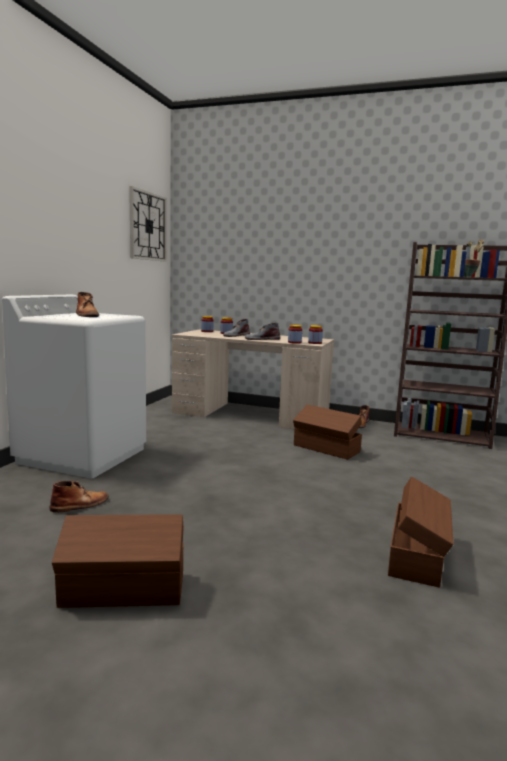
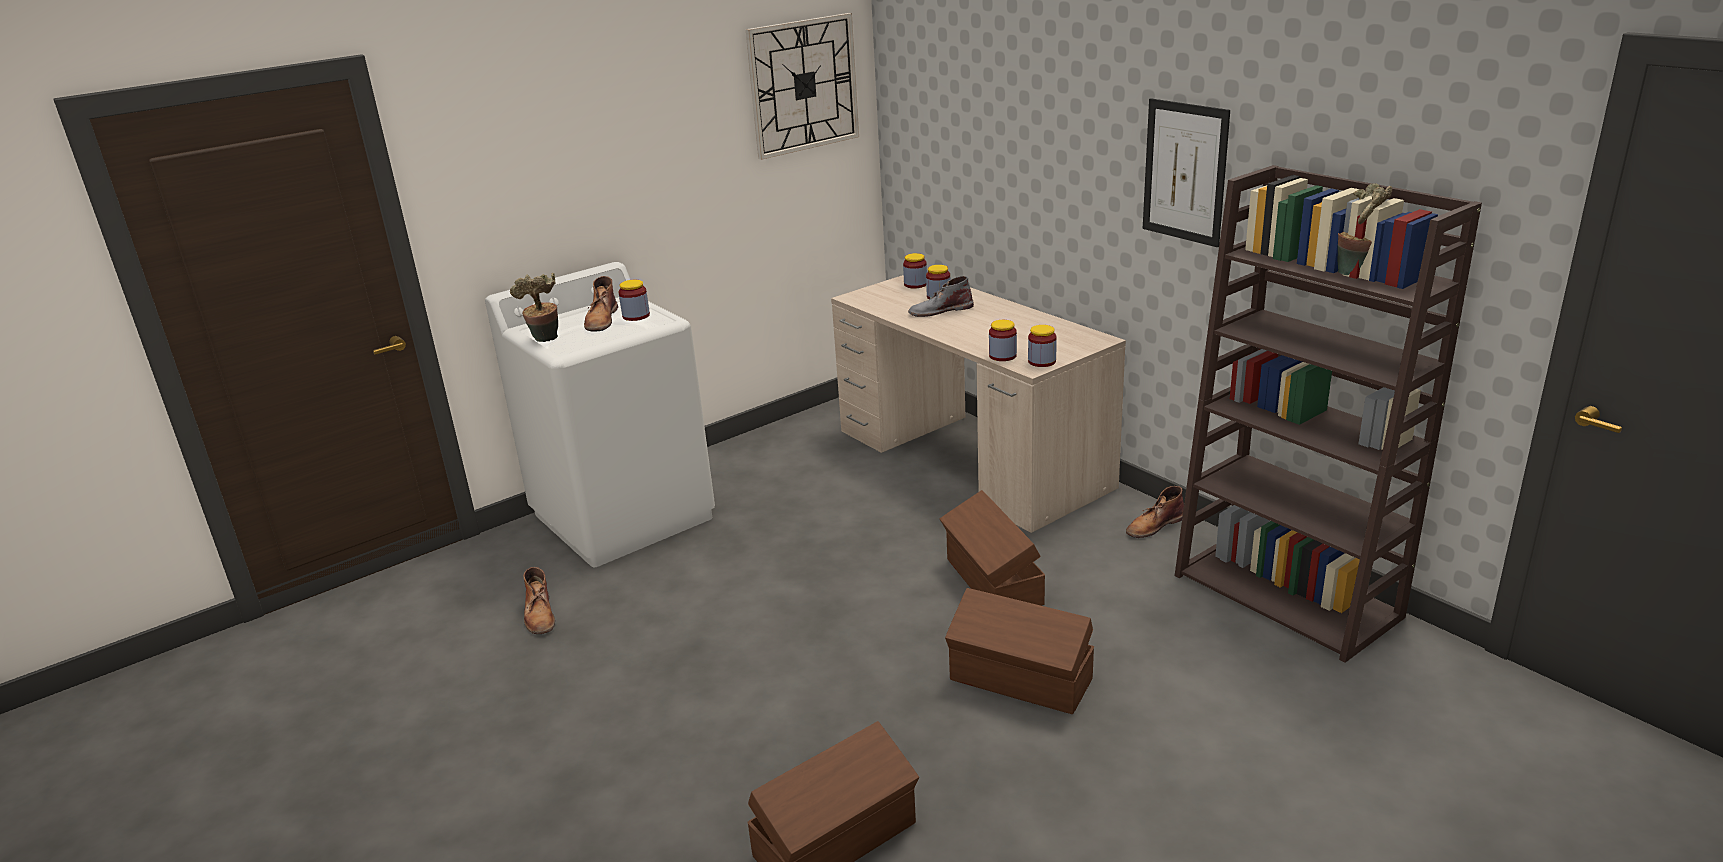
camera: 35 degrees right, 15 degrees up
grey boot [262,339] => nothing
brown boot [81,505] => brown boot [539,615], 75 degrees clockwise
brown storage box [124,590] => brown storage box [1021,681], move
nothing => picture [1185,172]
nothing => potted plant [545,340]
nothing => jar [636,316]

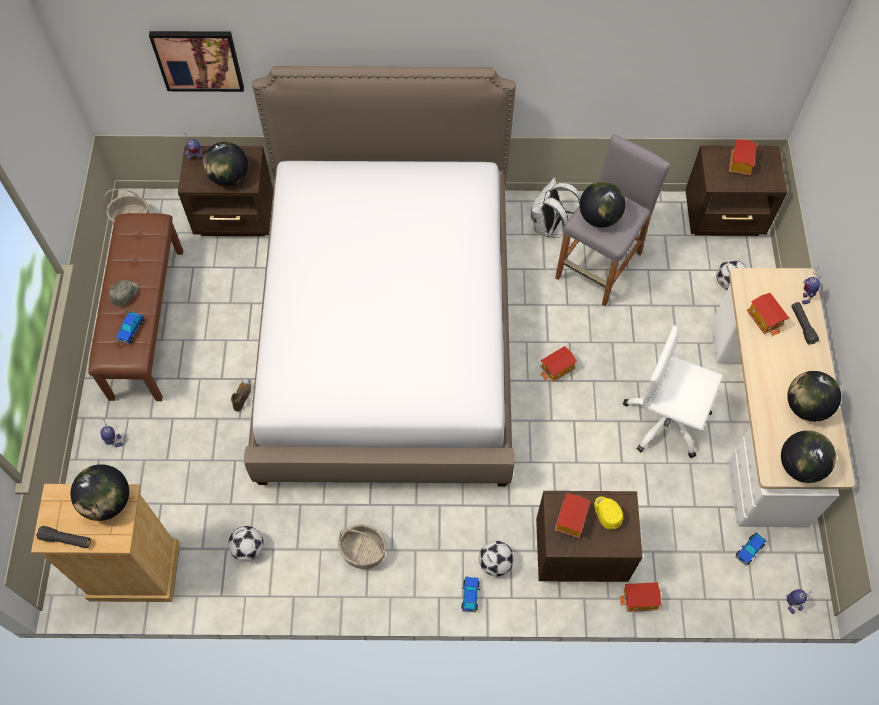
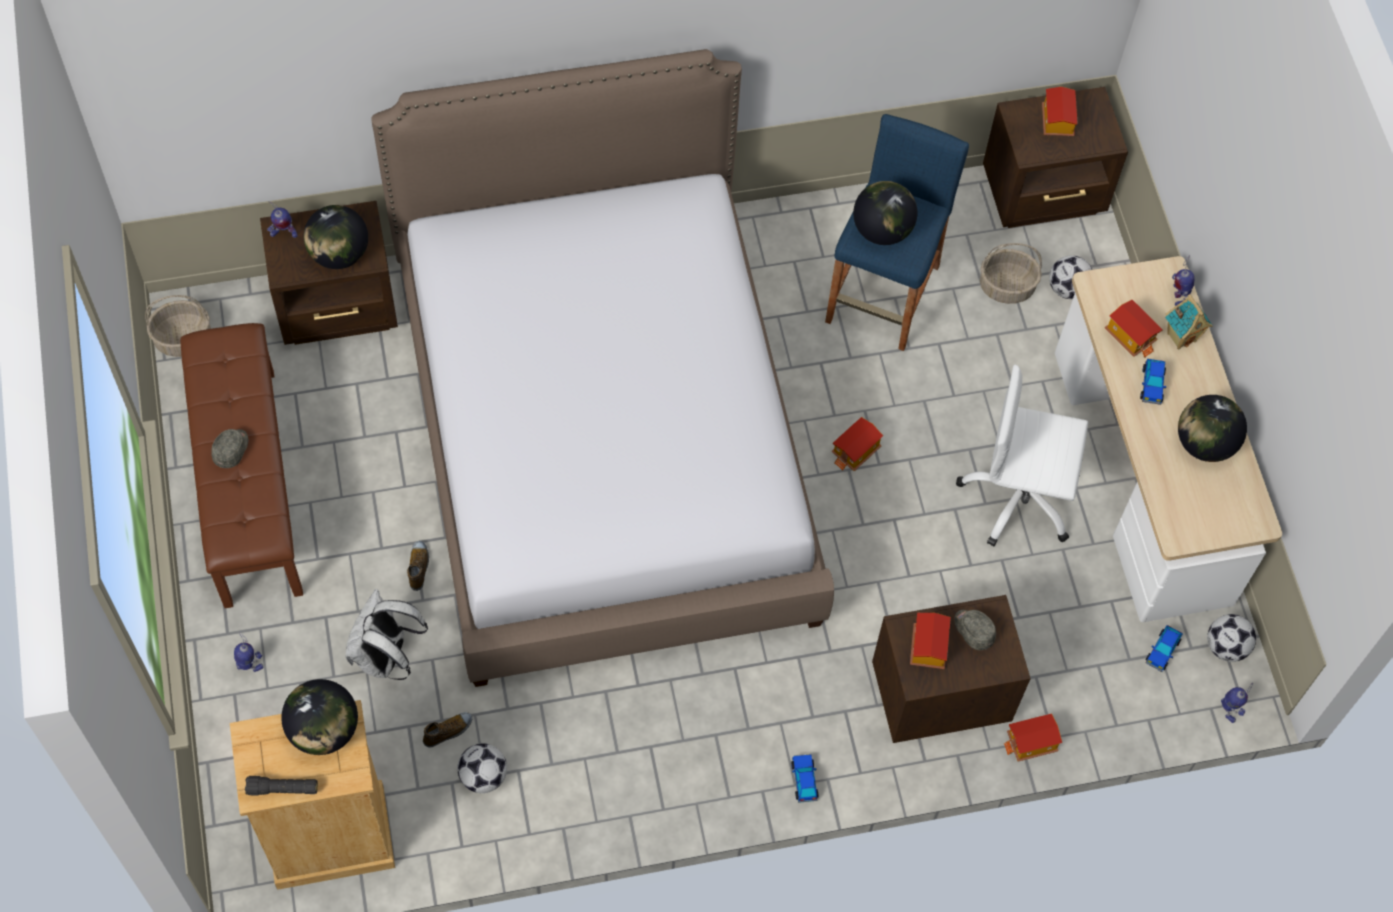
camera: 15 degrees left, 0 degrees up
picture [198,60] => nothing
grey stool [599,266] => blue stool [883,294]
white backpack [548,227] => white backpack [386,657], move
black flashlight [802,325] => toy house [1181,336]
toy car [131,330] => toy car [1152,385], move
globe [800,466] => nothing
yellow cap [607,513] => grey cap [973,630]
basket [363,551] => basket [1006,287], move
football [495,563] => football [1226,647], move
nothing => shoe [448,731]

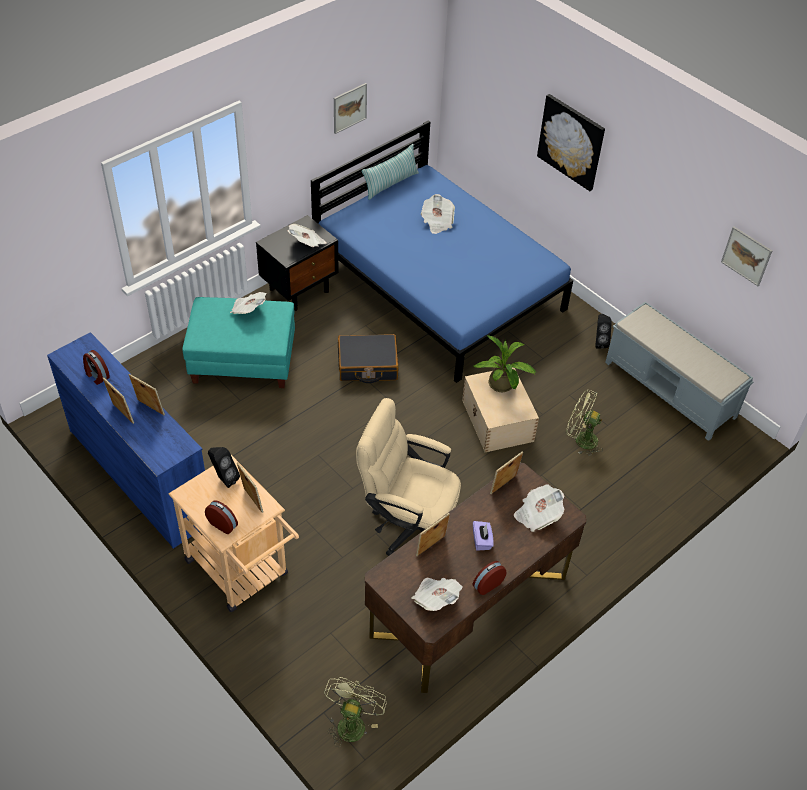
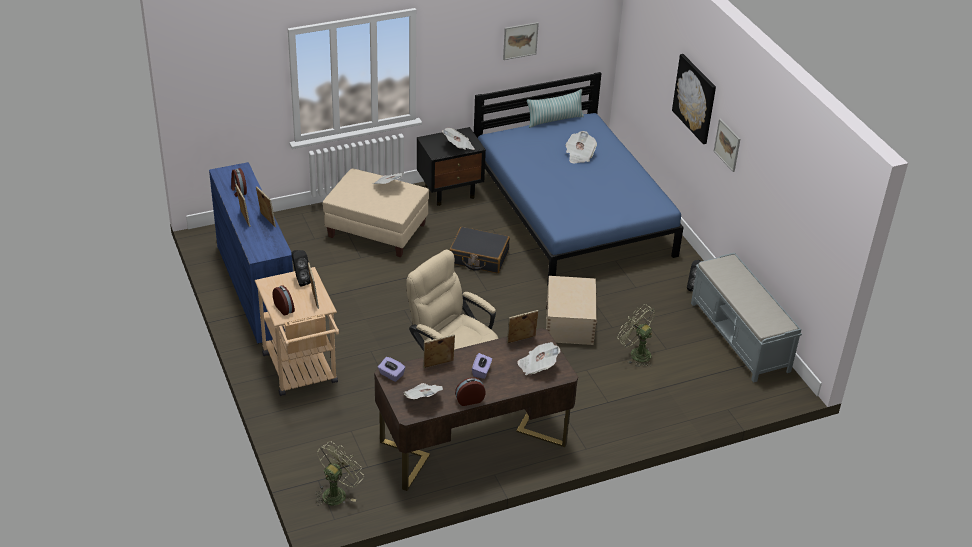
camera: 20 degrees right, 10 degrees down
picture [746,256] => picture [727,145], move
turquoise ottoman [243,361] => beige ottoman [377,231]
potted plant [503,386] => nothing
nothing => purple tissue box [391,375]

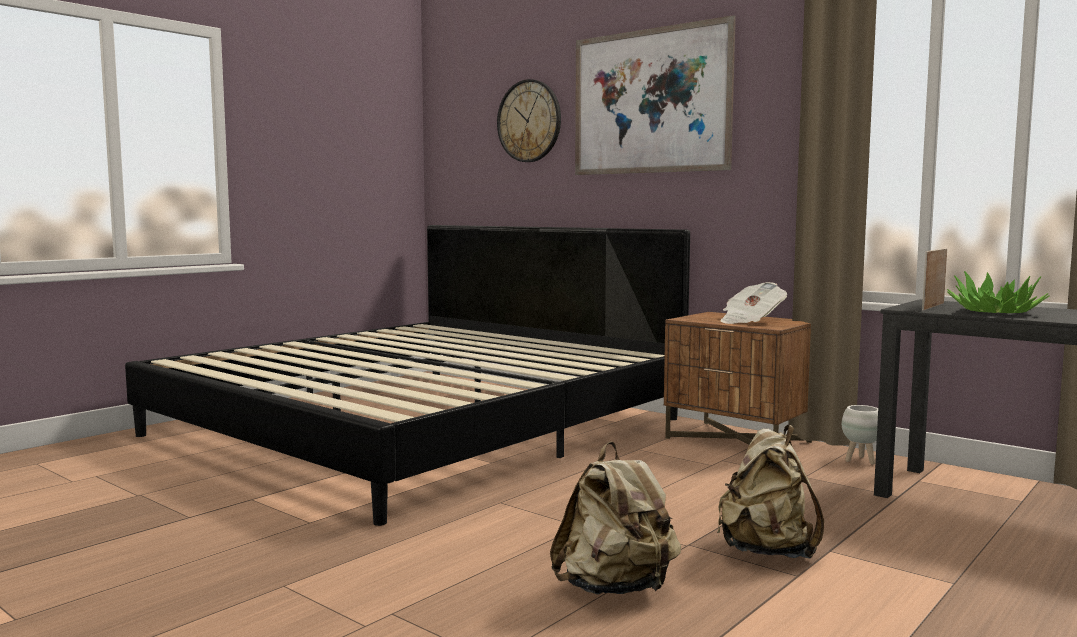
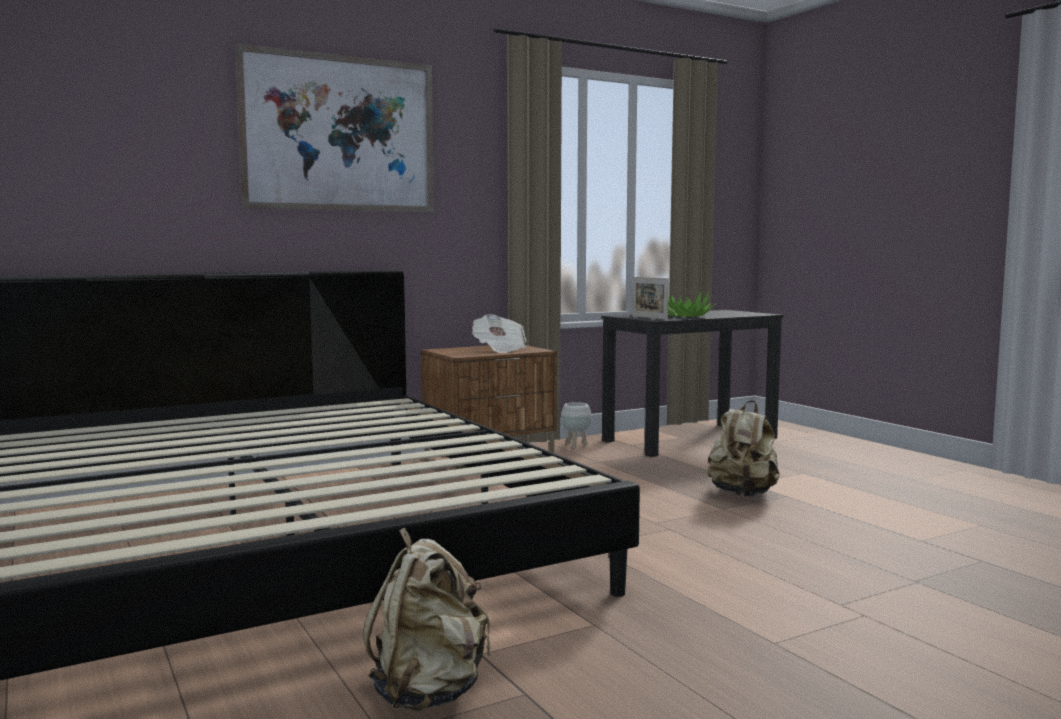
camera: 70 degrees left, 0 degrees up
wall clock [529,121] => nothing
beige backpack [615,588] => beige backpack [429,692], move

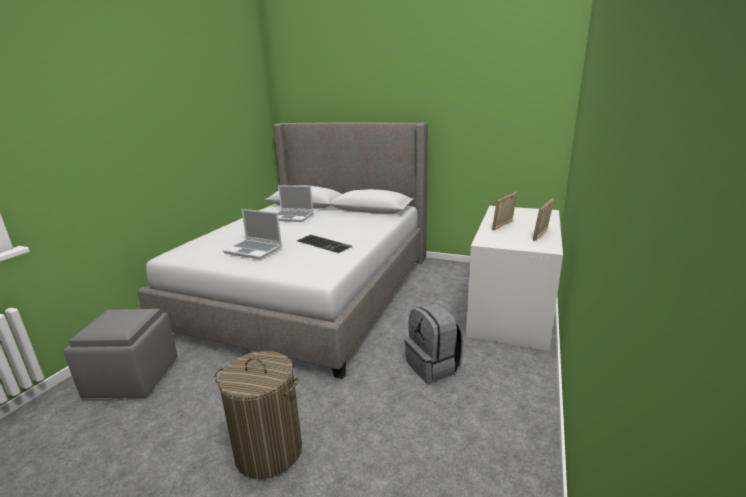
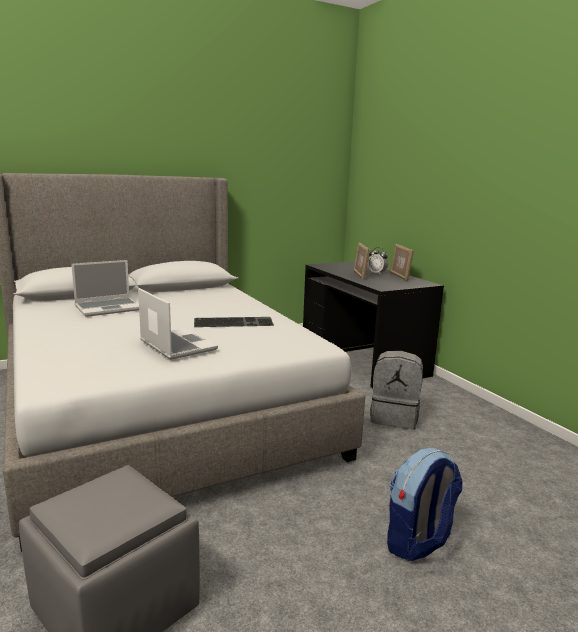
camera: 50 degrees left, 5 degrees down
white desk [511,308] => black desk [362,358]
laptop [254,250] => laptop [176,345], 105 degrees counterclockwise
laundry basket [268,451] => backpack [418,542]
nothing => alarm clock [377,273]

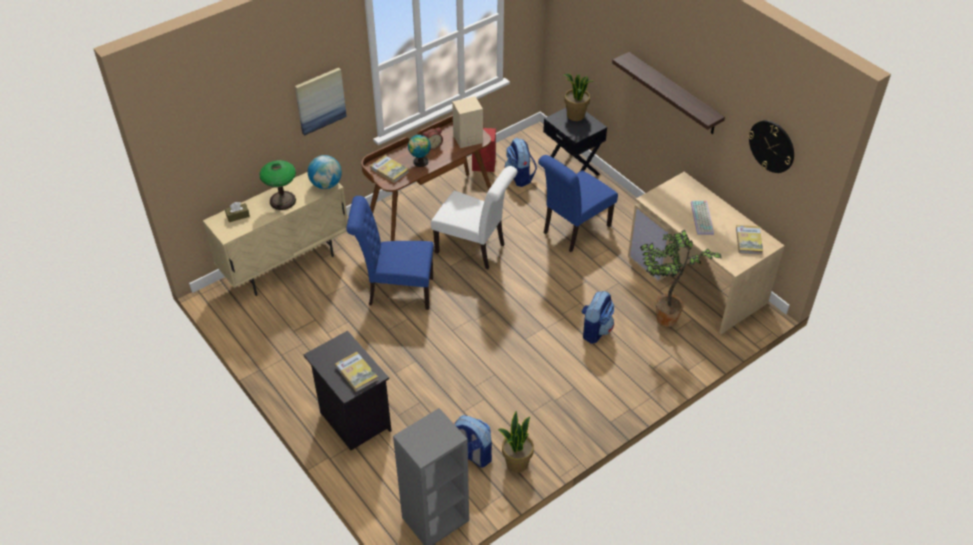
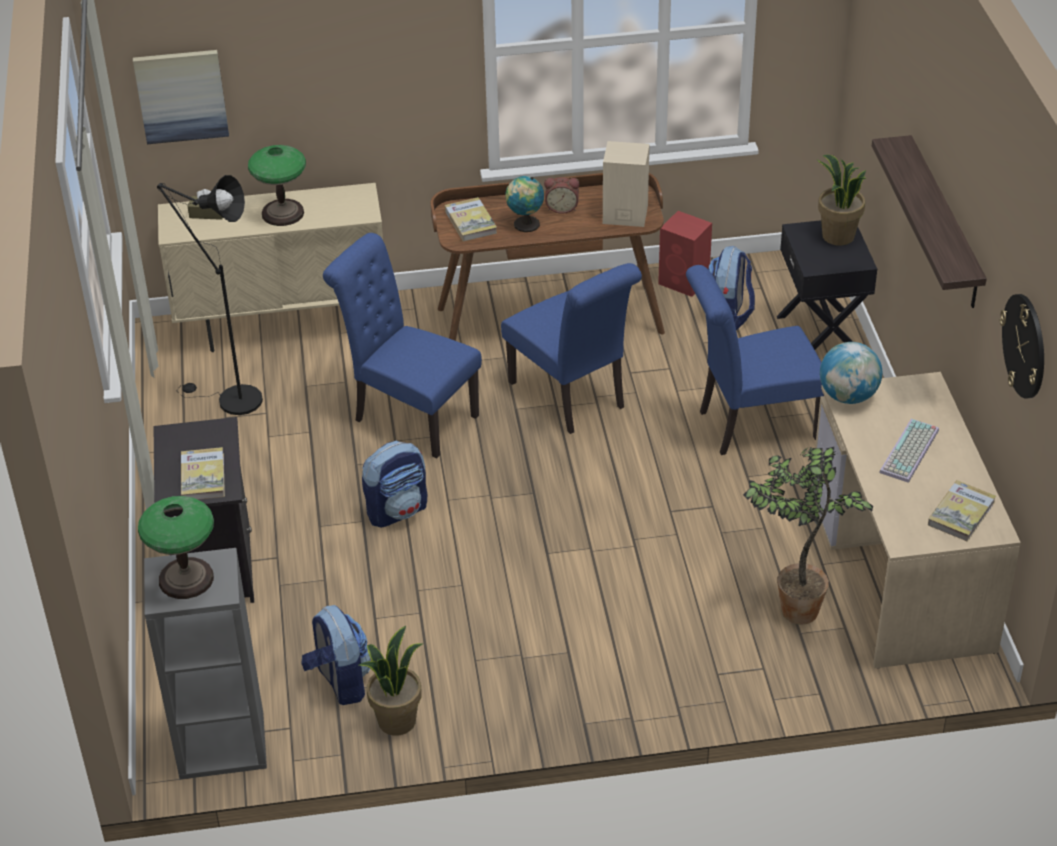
camera: 30 degrees right, 5 degrees down
picture [320,100] => picture [181,95], move
globe [326,184] => globe [848,396], move
white chair [474,249] => blue chair [572,398]
backpack [595,330] => backpack [397,510], move
nothing => black floor lamp [232,400]
nothing => table lamp [186,579]

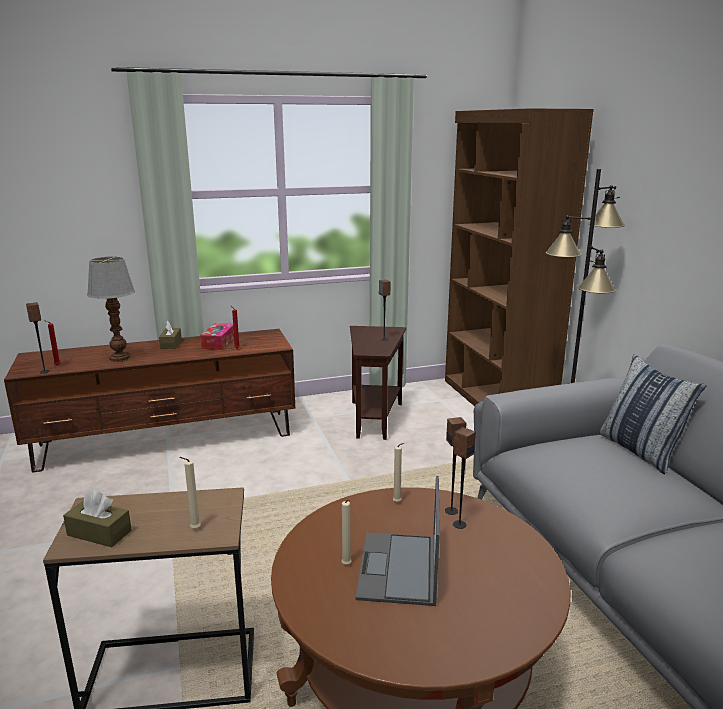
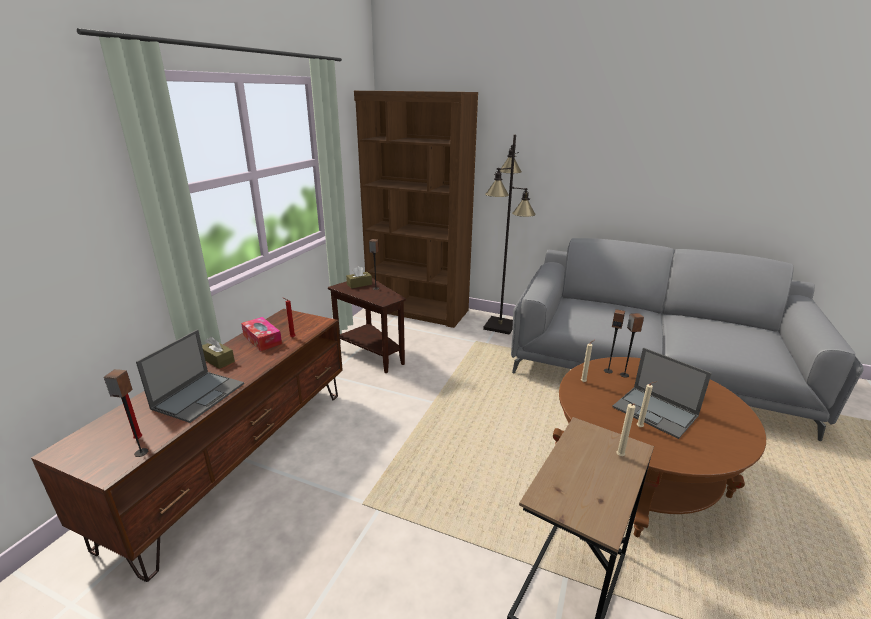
camera: 50 degrees left, 5 degrees up
table lamp [120,358] => laptop [199,395]
pillow [640,451] => nothing
brown tissue box [99,533] => brown tissue box [359,284], move

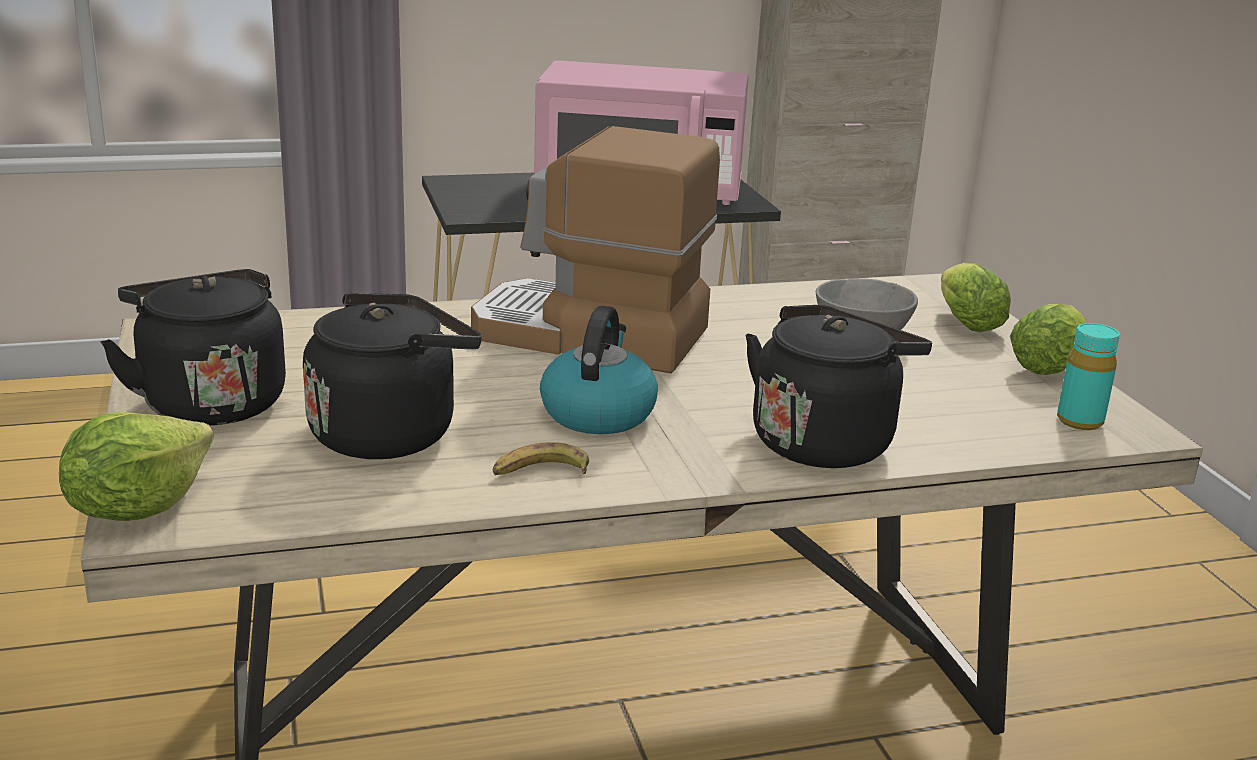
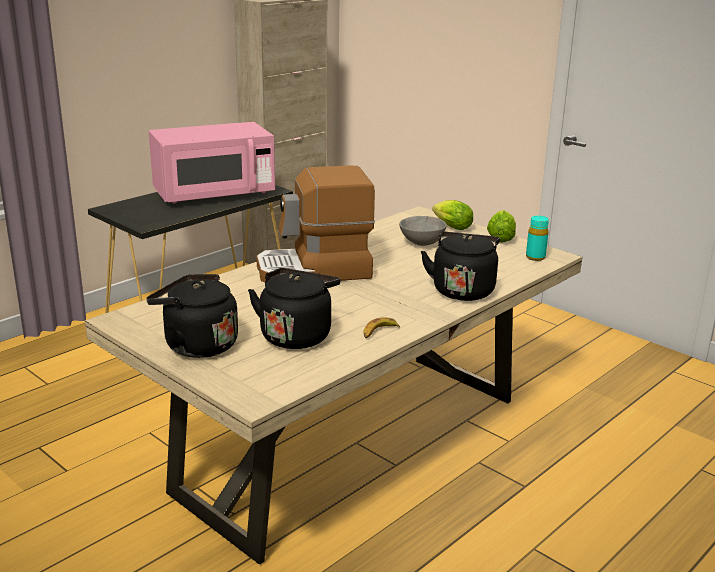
camera: 30 degrees left, 0 degrees up
kettle [598,413] => nothing
lettuce [137,507] => nothing

